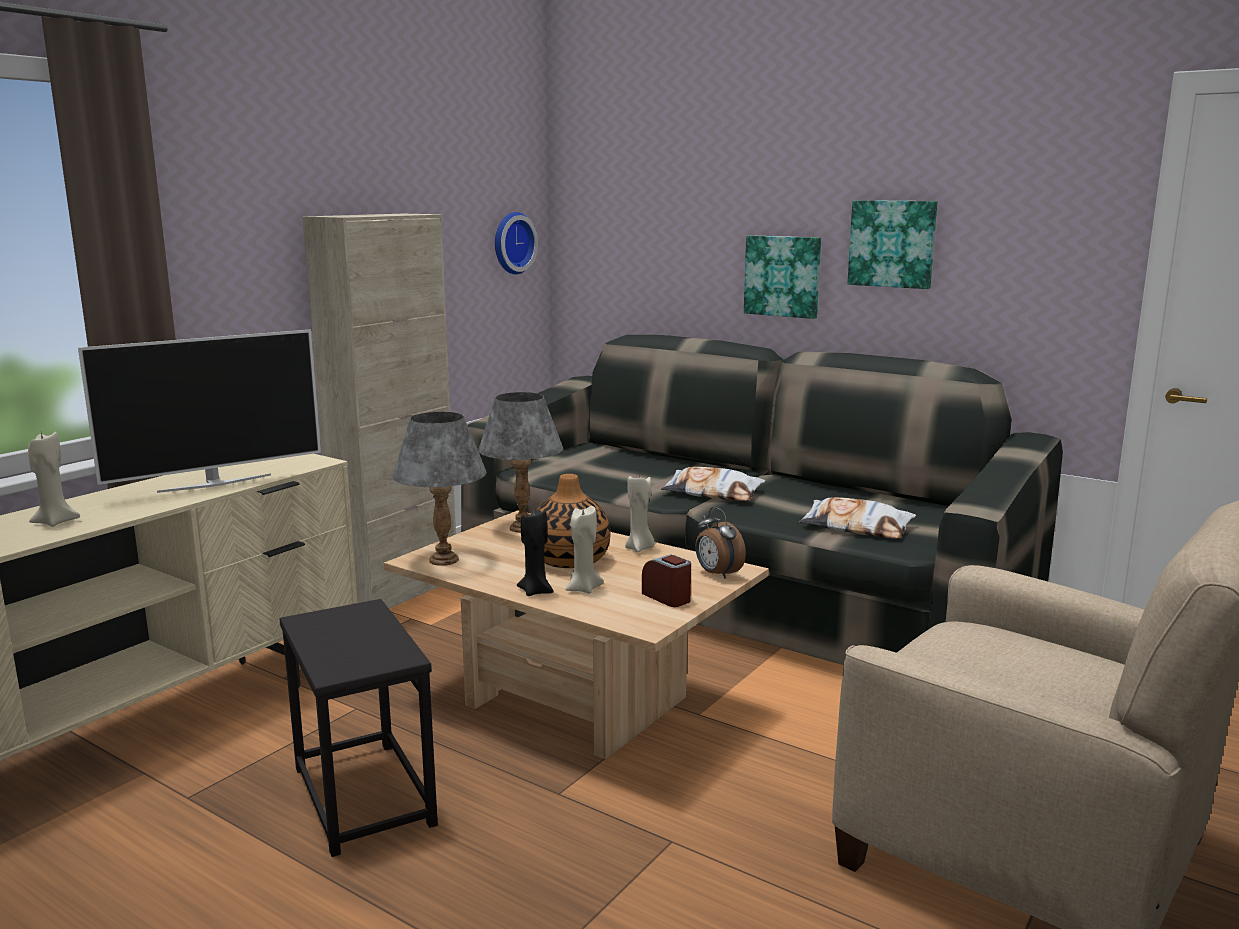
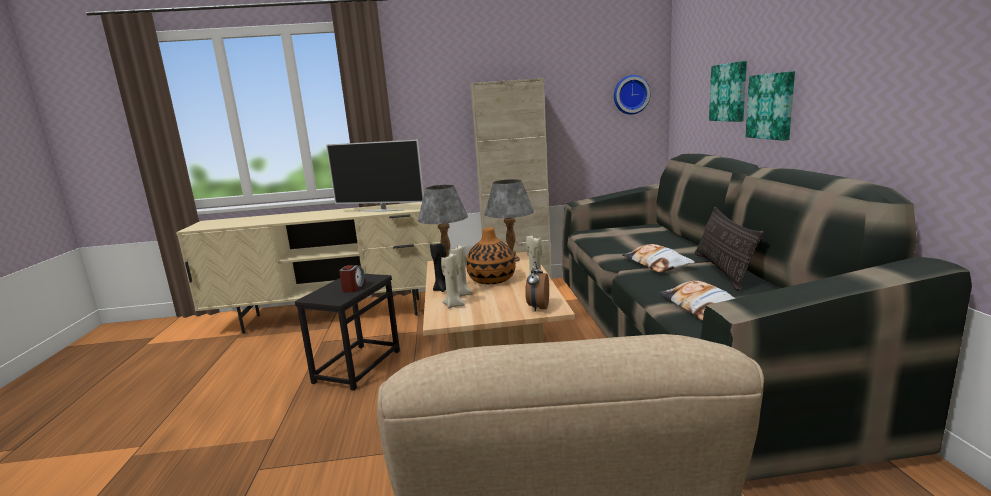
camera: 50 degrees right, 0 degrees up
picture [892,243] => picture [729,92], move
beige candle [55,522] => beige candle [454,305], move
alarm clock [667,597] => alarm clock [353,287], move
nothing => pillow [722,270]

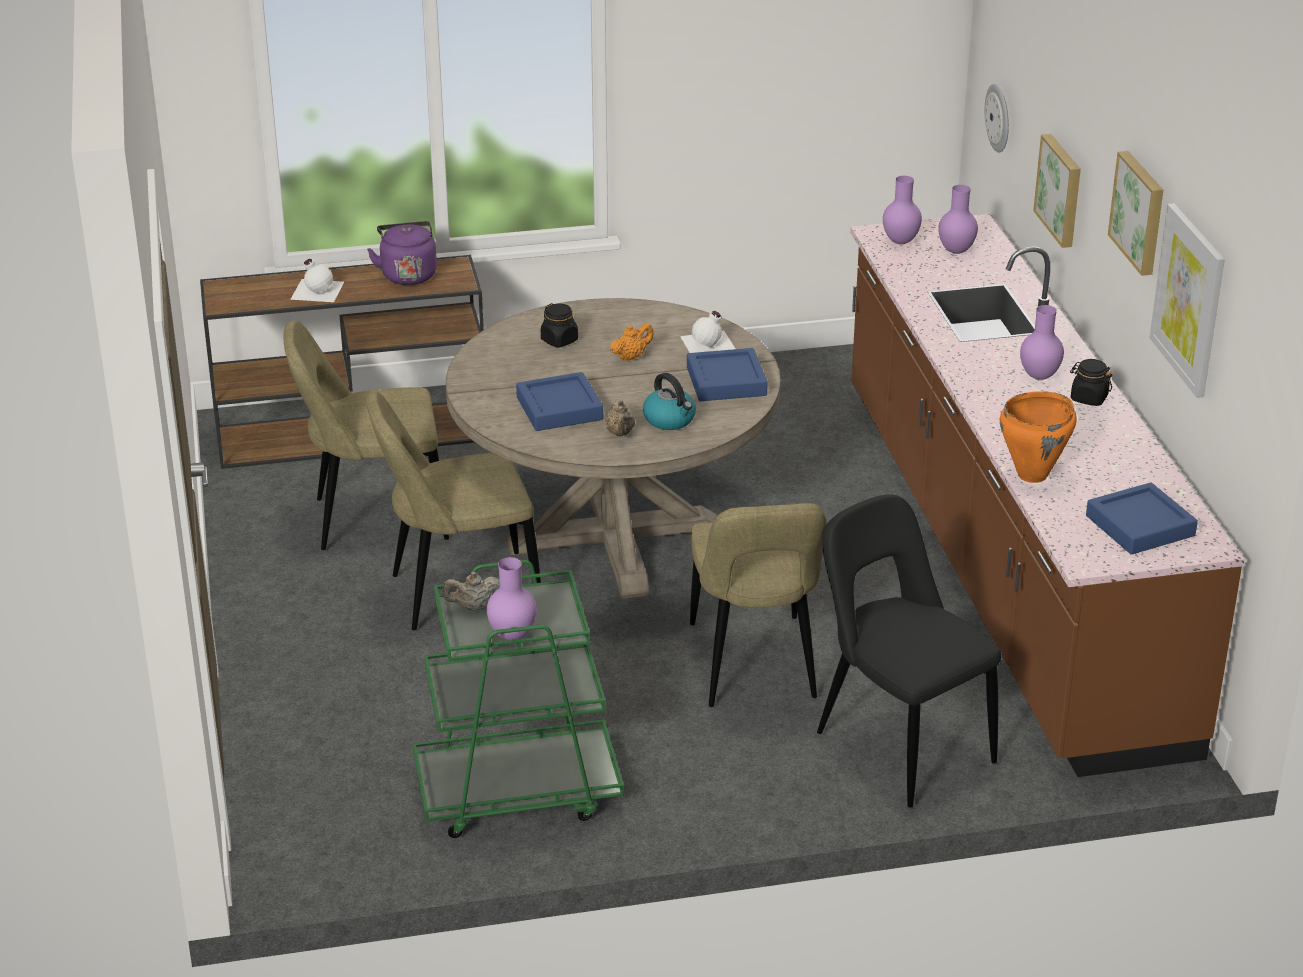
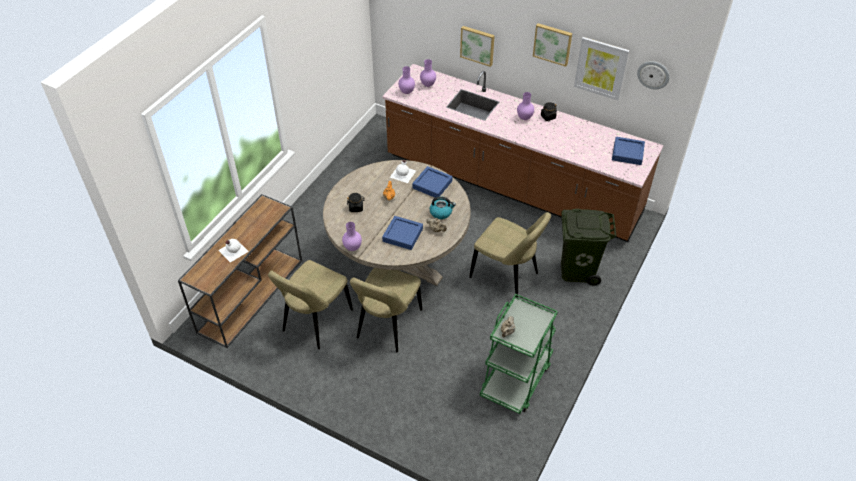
camera: 50 degrees left, 15 degrees up
wall clock [999,118] => wall clock [653,74], move
purple kettle [408,274] => nothing
orange cooking pot [1033,475] => nothing
black chair [899,744] => green trash can [577,269]
purple vase [512,635] => purple vase [352,248], move

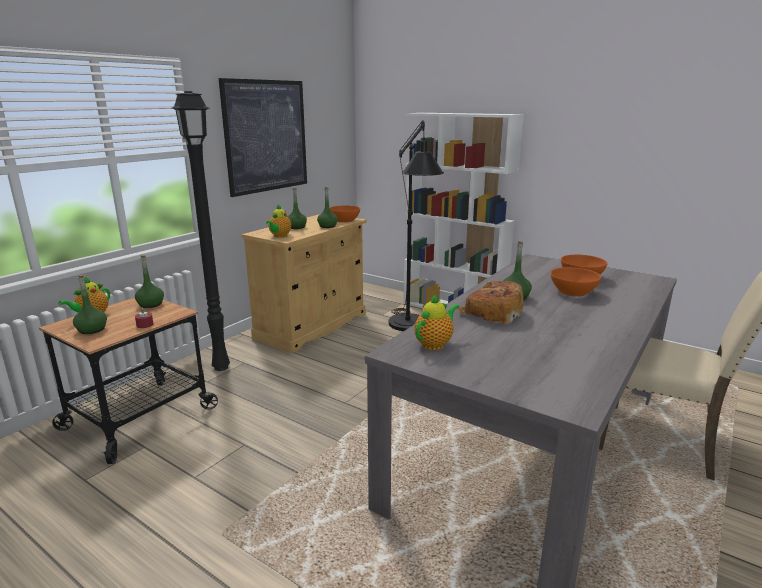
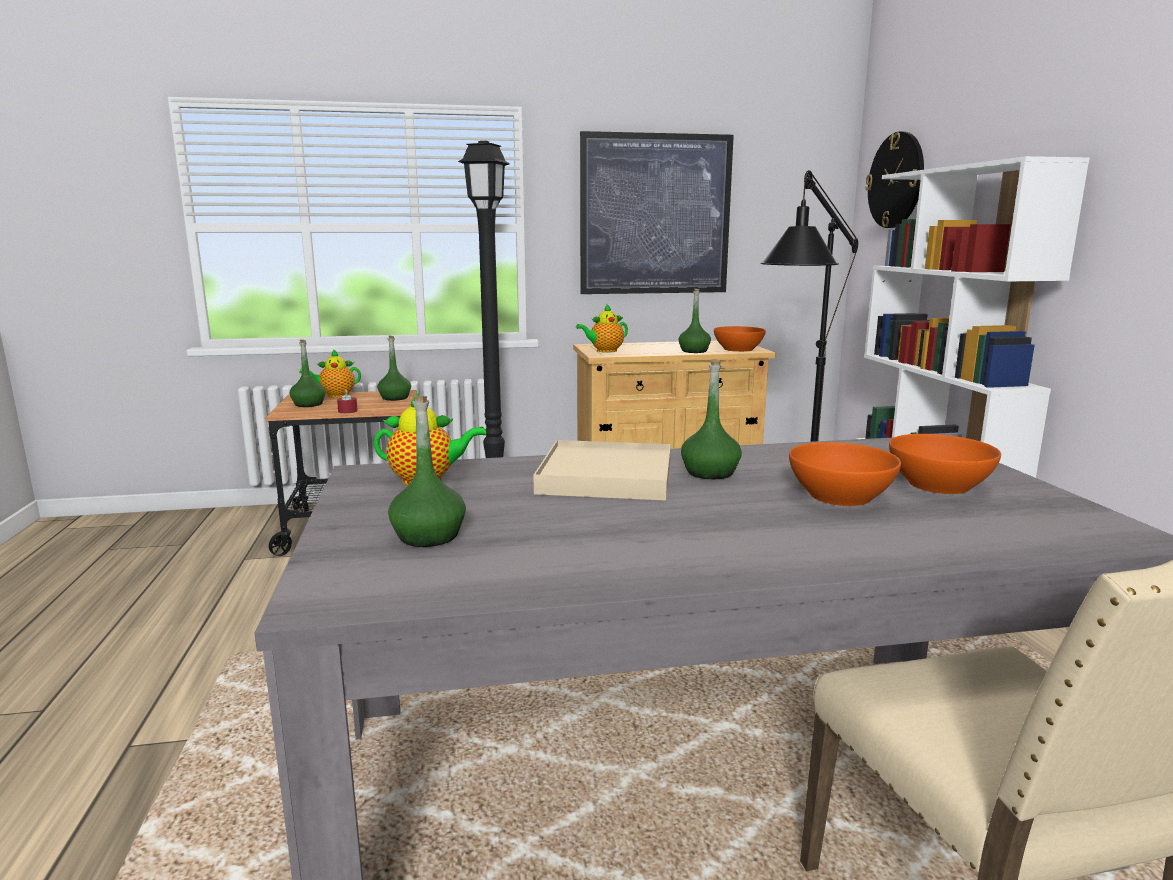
camera: 45 degrees right, 5 degrees down
green bottle [296,227] => green bottle [428,536], move
bread [491,312] => beige tray [606,477]
nothing => wall clock [896,180]

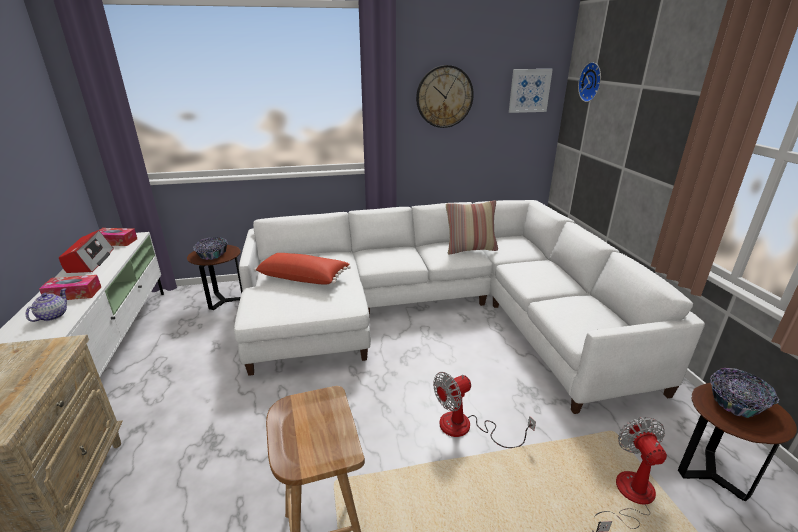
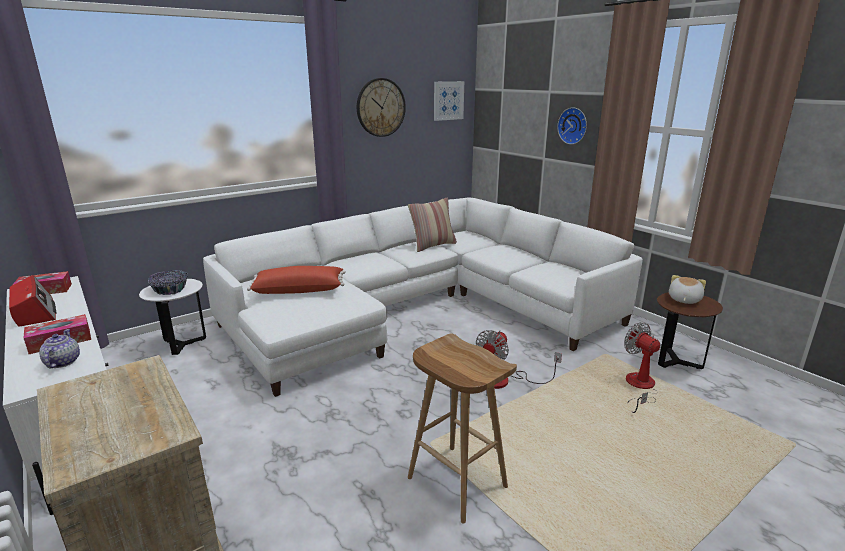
camera: 25 degrees left, 5 degrees down
wall clock [592,82] => wall clock [573,125], move
brown side table [224,301] => white side table [182,344]
bowl [736,402] => plush toy [683,299]

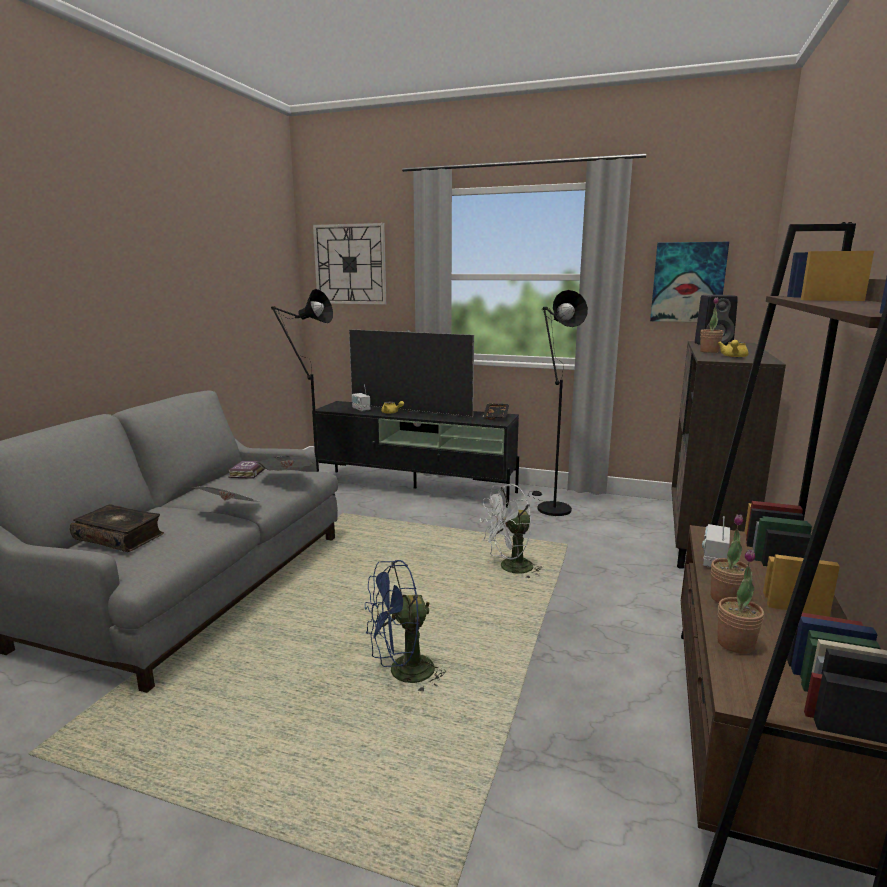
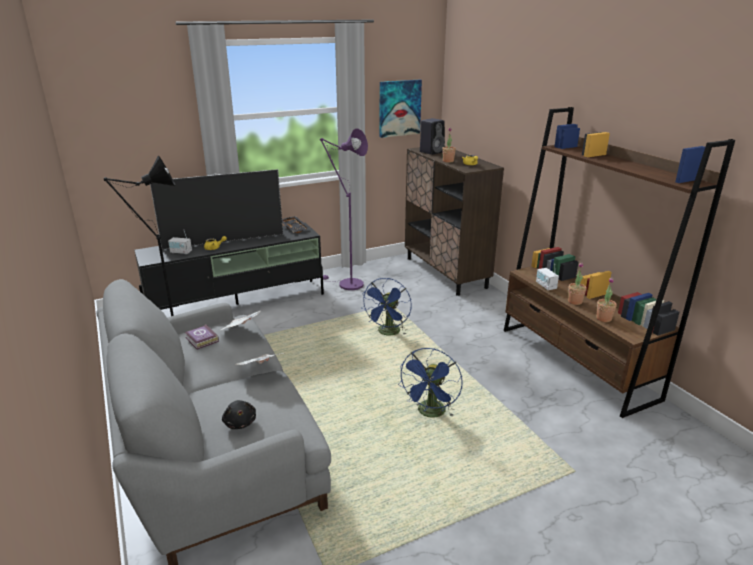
camera: 45 degrees left, 10 degrees up
wall clock [350,264] => nothing
black floor lamp [550,507] => purple floor lamp [346,284]
white fan [510,569] => blue fan [388,333]
book [120,537] => black plush toy [240,422]

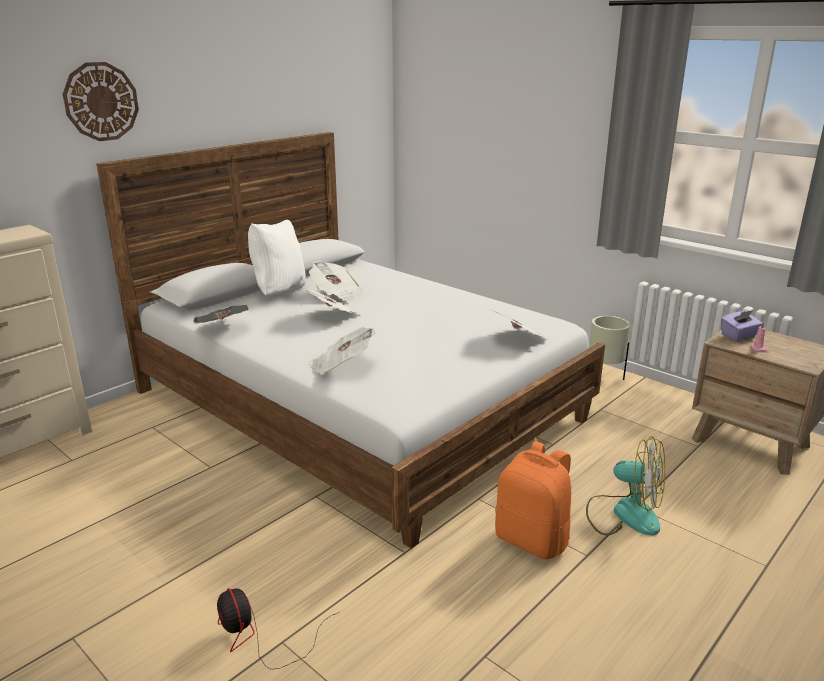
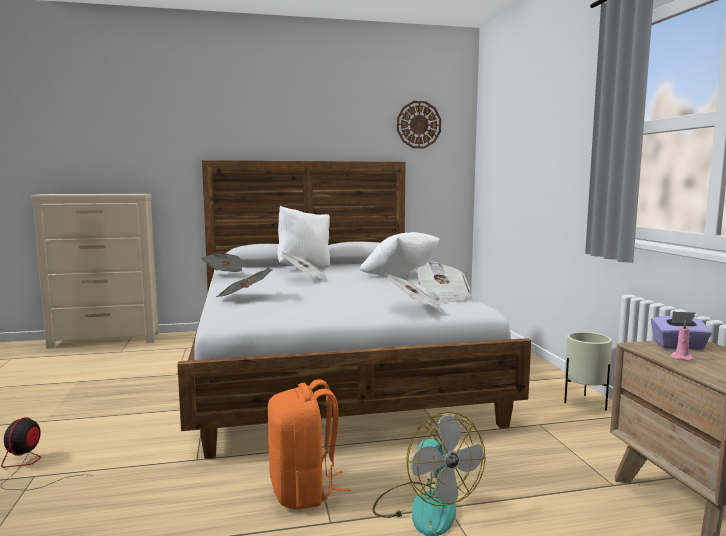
camera: 35 degrees right, 15 degrees down
wall clock [101,101] => wall clock [418,124], move
newspaper [336,294] => newspaper [443,297], move
nothing => white pillow [400,276]

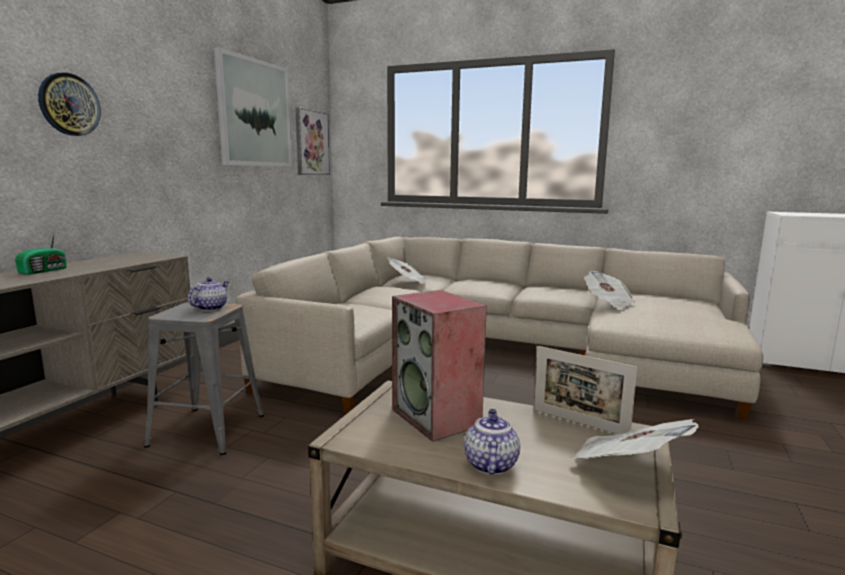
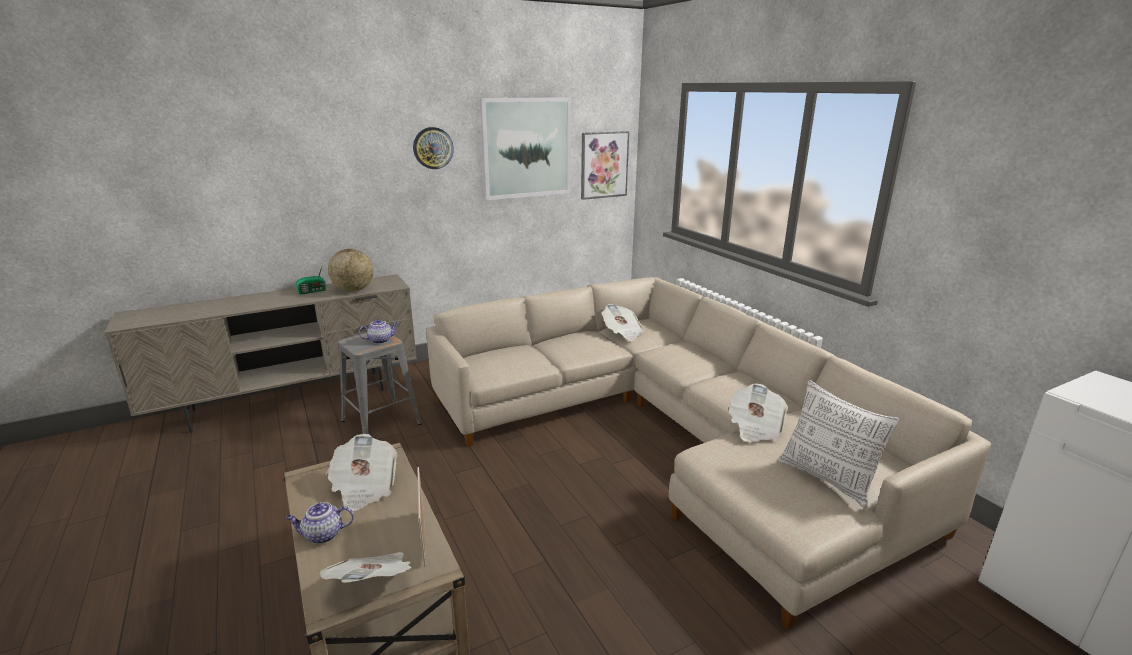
camera: 40 degrees right, 10 degrees up
wall clock [69,104] => wall clock [433,148], move
speaker [437,418] => newspaper [364,487]
teapot [490,464] => teapot [322,535], 150 degrees counterclockwise
nothing => globe [353,290]
nothing => pillow [827,479]

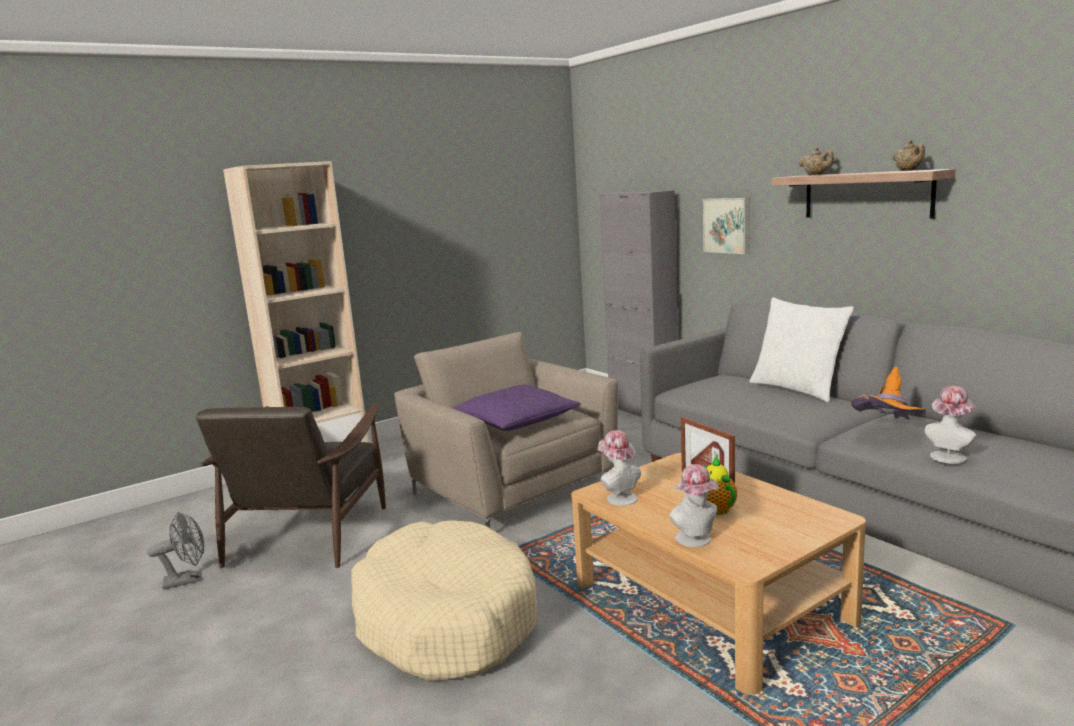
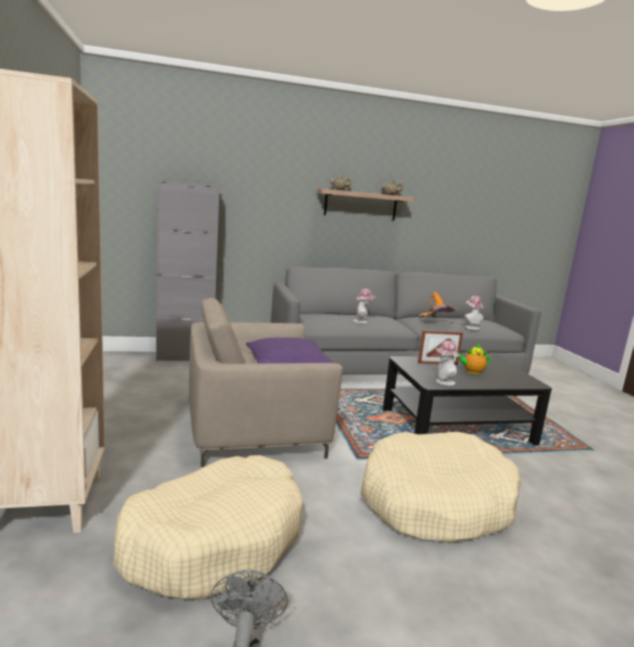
camera: 70 degrees left, 0 degrees up
picture [728,225] => nothing
white pillow [797,389] => nothing
brown armchair [308,532] => beige dog bed [214,540]
beige coffee table [710,601] => black coffee table [457,425]
hat [696,540] => hat [362,321], move

